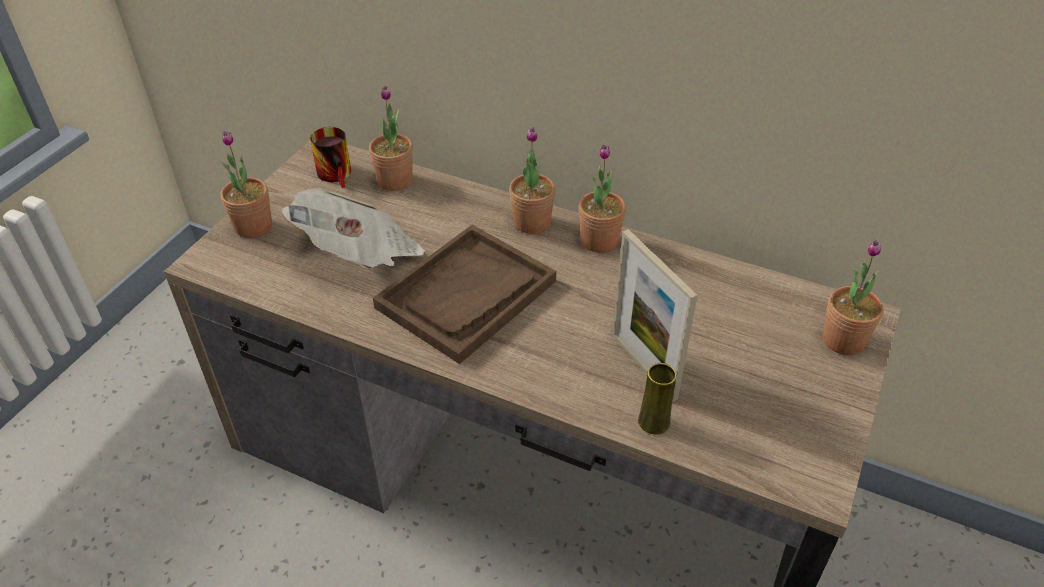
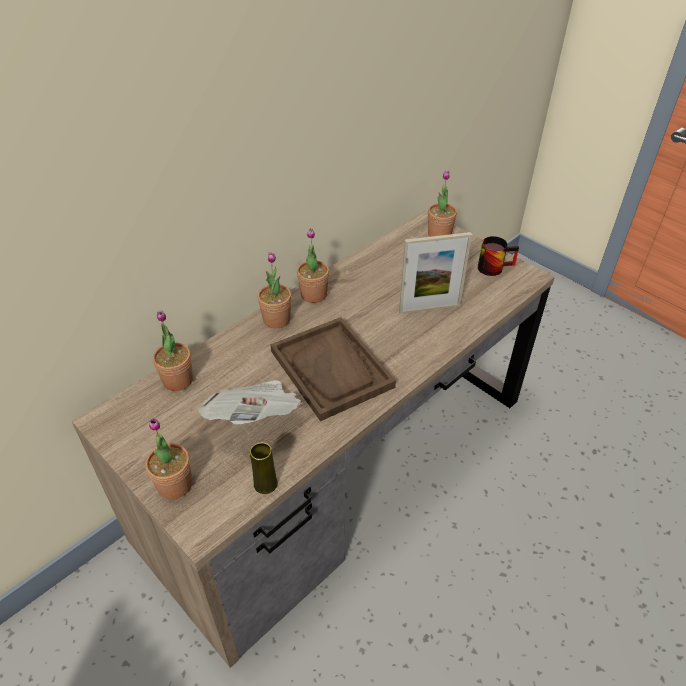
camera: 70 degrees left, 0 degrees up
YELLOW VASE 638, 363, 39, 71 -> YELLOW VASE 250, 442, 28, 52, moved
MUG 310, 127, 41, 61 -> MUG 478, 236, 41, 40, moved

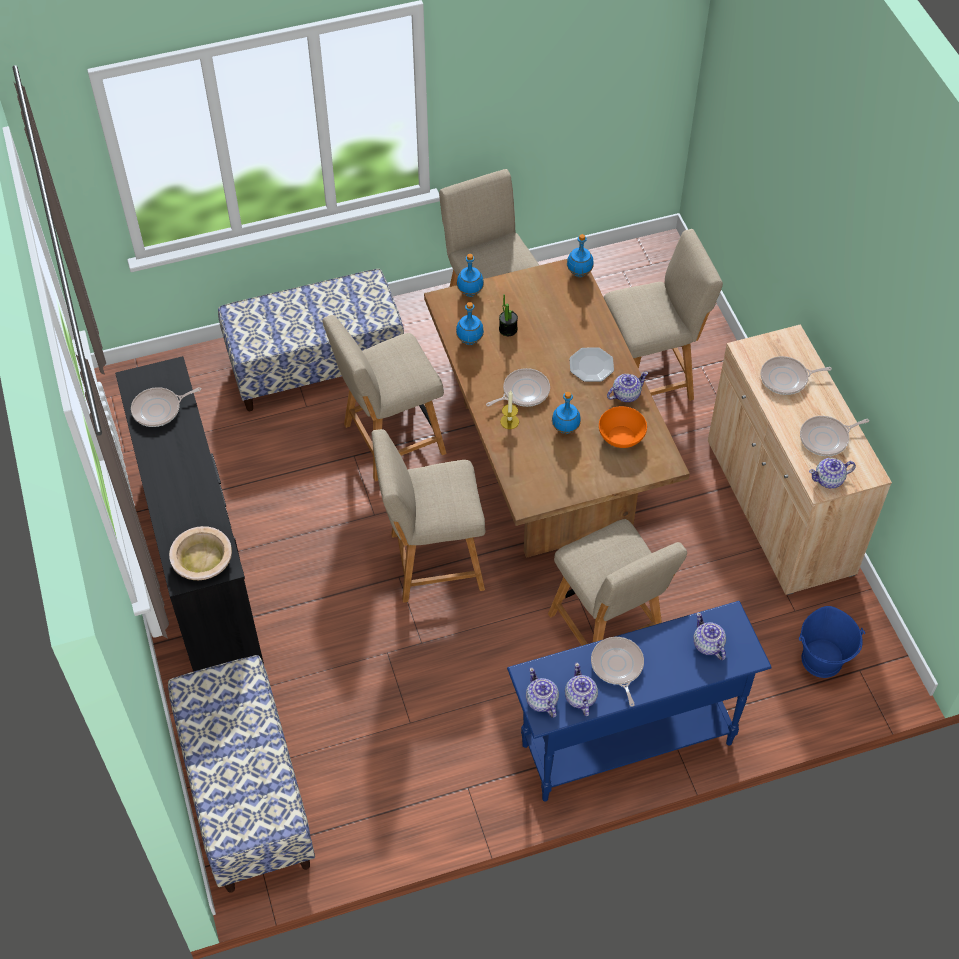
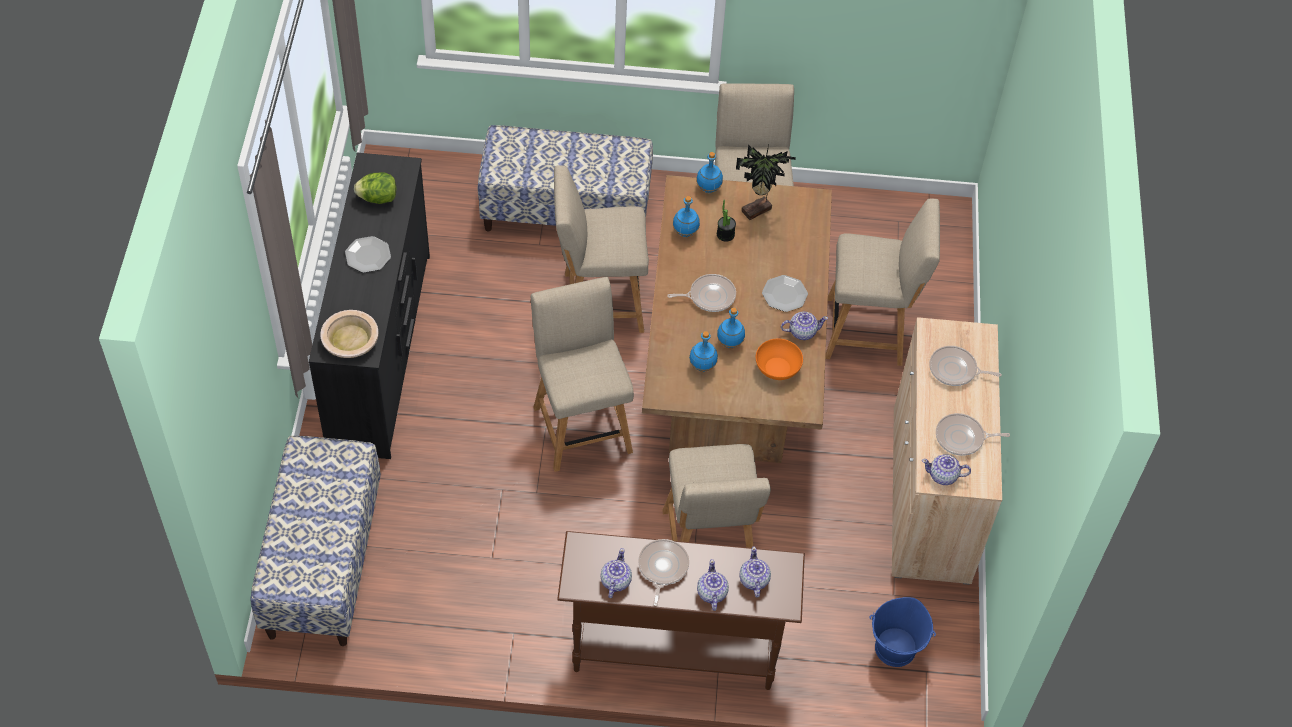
camera: 20 degrees right, 0 degrees up
none -> PLATE 345, 236, 46, 37
FRYING PAN 131, 387, 70, 40 -> LETTUCE 354, 172, 42, 32
BEIGE CHAIR 372, 429, 113, 174 -> BEIGE CHAIR 531, 277, 103, 195, 60 degrees clockwise
BLUE CONSOLE TABLE 507, 601, 265, 201 -> BROWN CONSOLE TABLE 557, 531, 248, 159
BLUE BOTTLE 567, 234, 26, 43 -> BLUE BOTTLE 689, 331, 29, 41, moved
TEAPOT 526, 667, 33, 51 -> TEAPOT 697, 559, 32, 52, moved
none -> POTTED PLANT 736, 145, 60, 75
CANDLE 500, 390, 19, 39 -> none

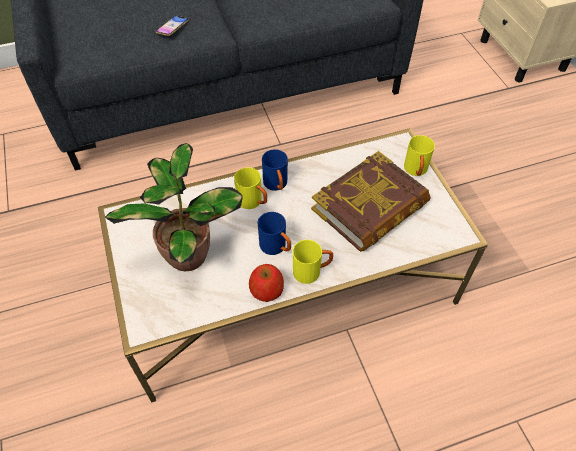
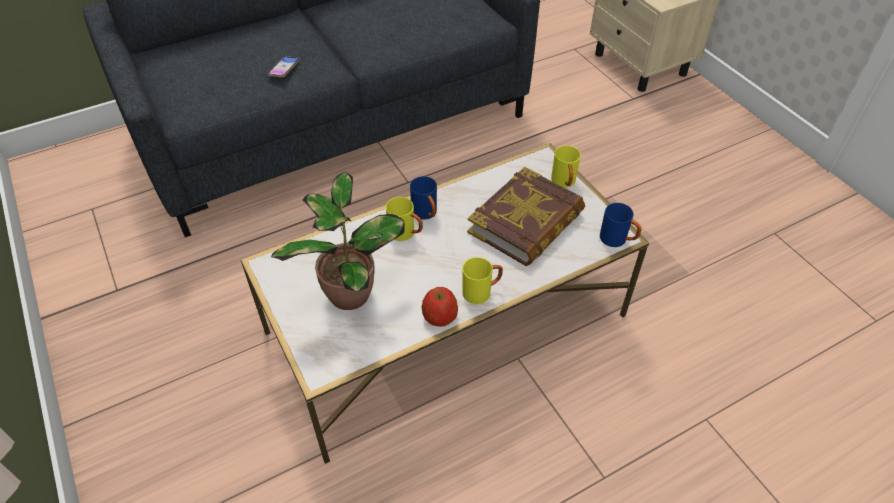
camera: 10 degrees left, 5 degrees down
BLUE MUG 258, 212, 33, 43 -> BLUE MUG 600, 203, 41, 44, moved

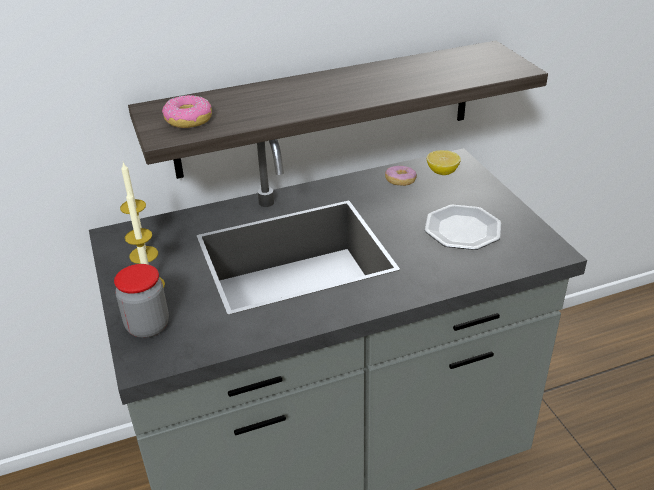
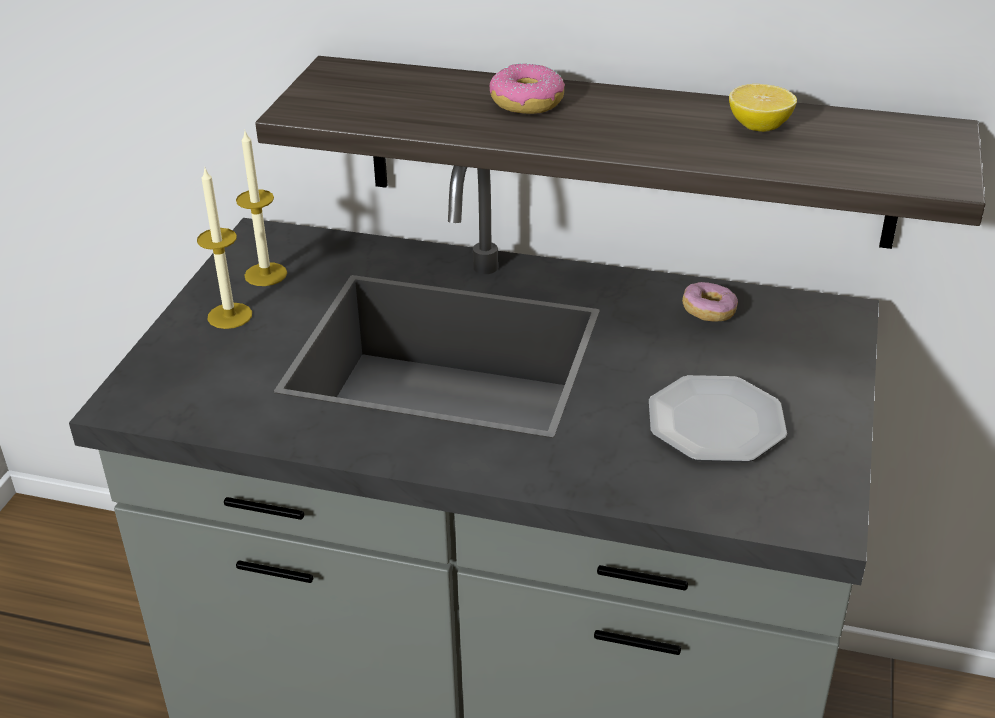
camera: 35 degrees right, 0 degrees up
DONUT 162, 95, 50, 33 -> DONUT 490, 63, 75, 51, moved
LEMON 427, 150, 34, 25 -> LEMON 729, 84, 68, 48, moved
JAR 114, 264, 55, 74 -> none

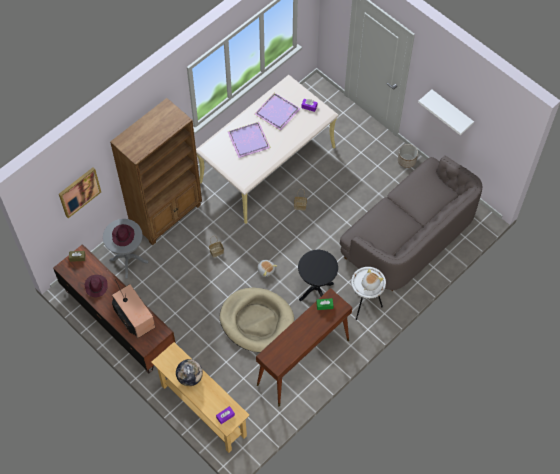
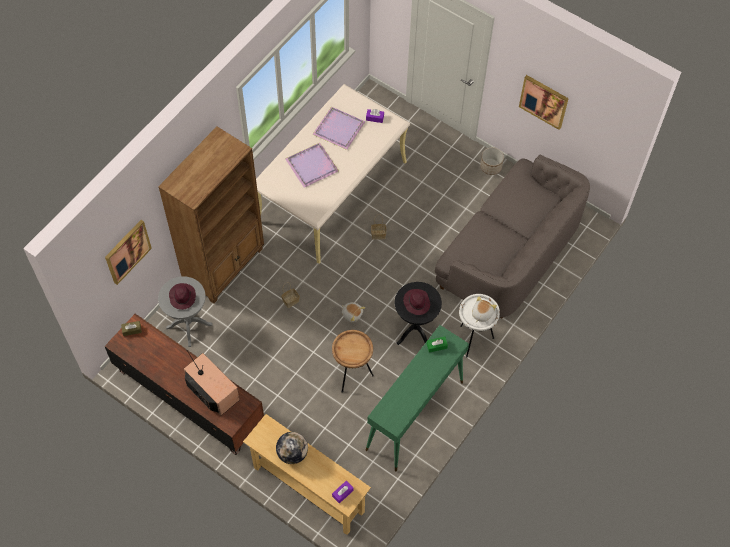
camera: 10 degrees left, 0 degrees up
BEIGE DOG BED 220, 287, 74, 65 -> BROWN SIDE TABLE 332, 330, 42, 63
BROWN CONSOLE TABLE 256, 288, 96, 118 -> GREEN CONSOLE TABLE 366, 325, 103, 146
PURPLE HAT 85, 275, 23, 22 -> PURPLE HAT 403, 289, 27, 26, moved
WHITE SHELF 418, 89, 56, 46 -> PICTURE 519, 75, 50, 55

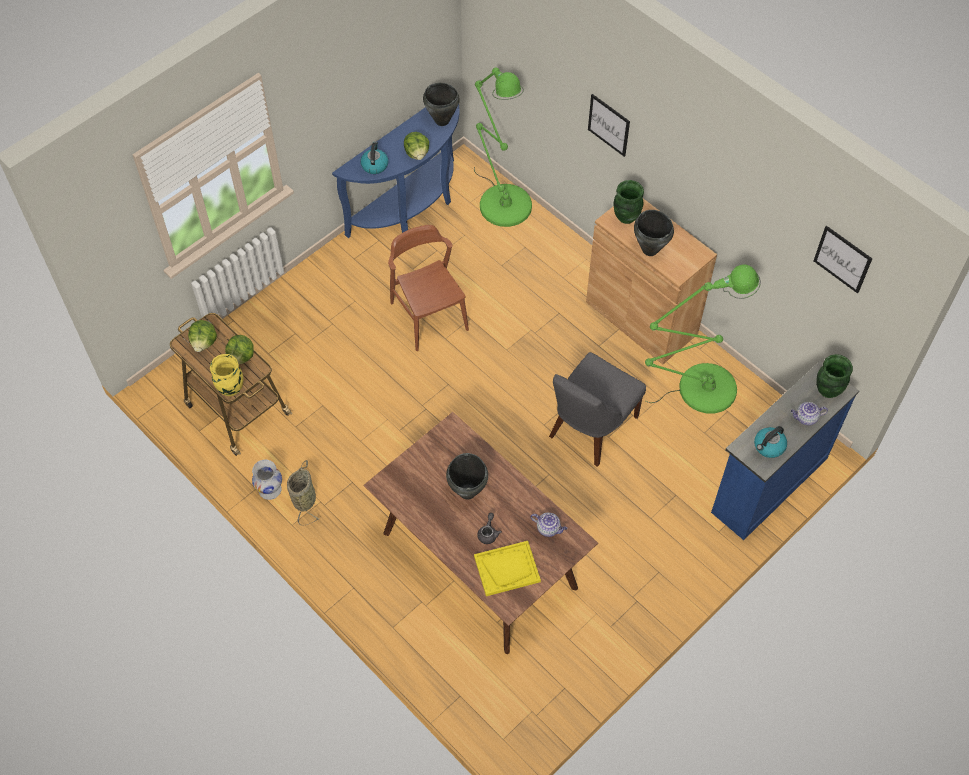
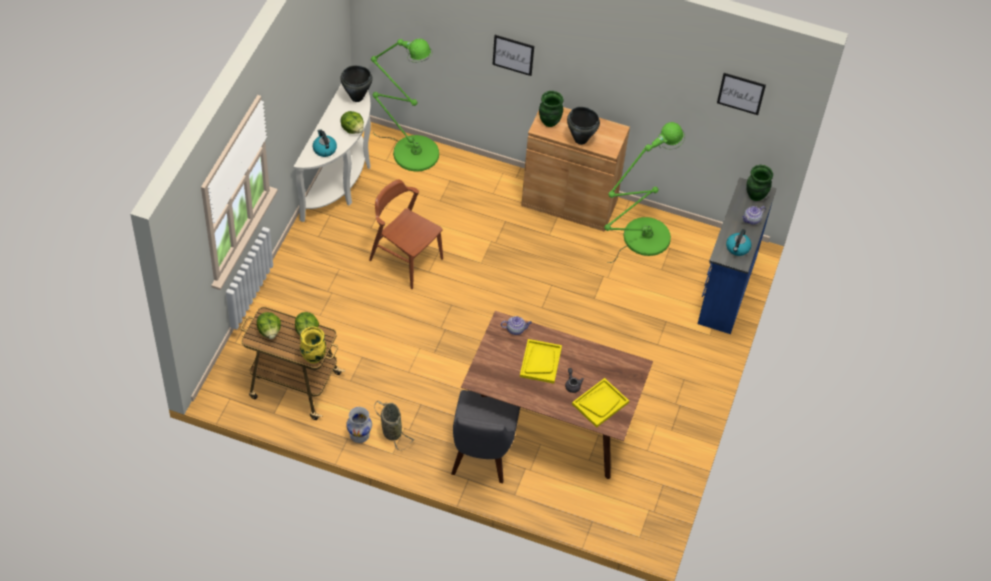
camera: 30 degrees left, 5 degrees down
BLUE CONSOLE TABLE 332, 105, 128, 133 -> WHITE CONSOLE TABLE 294, 84, 77, 138
GREY CHAIR 549, 352, 97, 115 -> GREY CHAIR 451, 390, 69, 93, moved
TEAPOT 531, 513, 36, 24 -> TEAPOT 501, 316, 31, 19, moved
BLACK COOKING POT 446, 453, 42, 47 -> YELLOW TRAY 520, 339, 42, 45

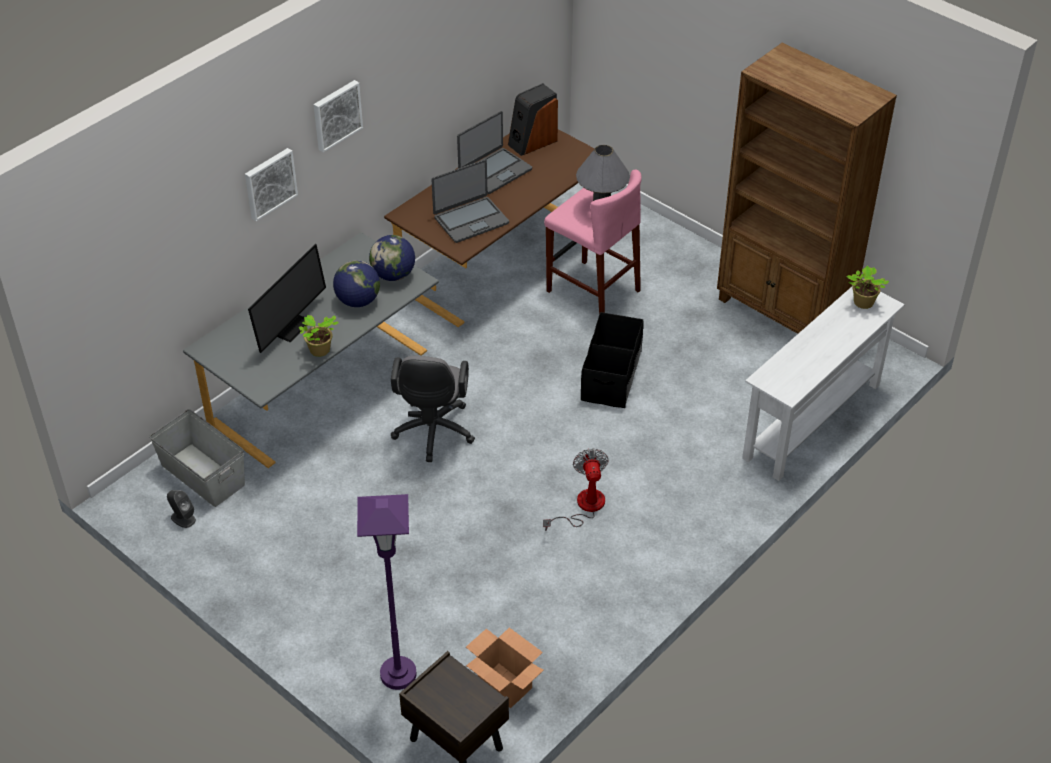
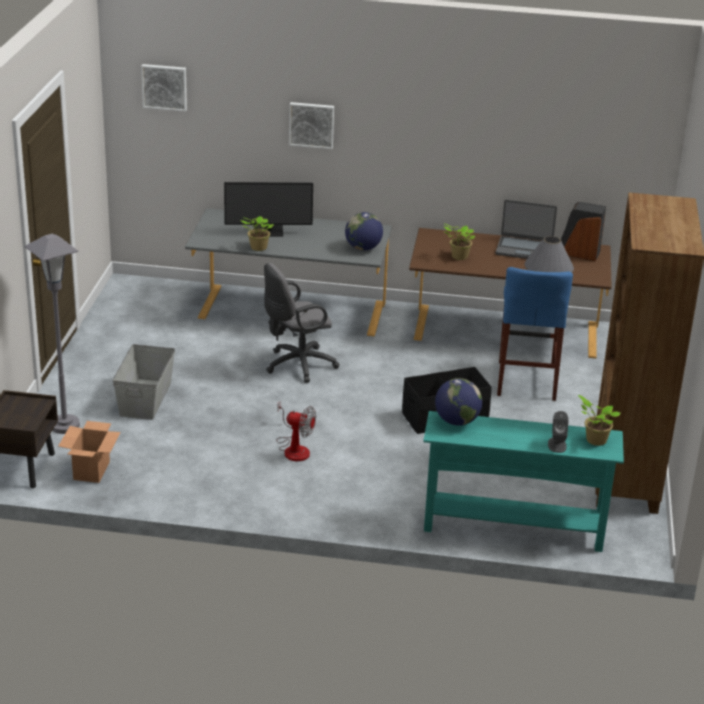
camera: 55 degrees right, 15 degrees down
PURPLE FLOOR LAMP 357, 494, 60, 196 -> GREY FLOOR LAMP 25, 233, 55, 201
GREY STORAGE BOX 149, 409, 96, 98 -> GREY STORAGE BOX 112, 344, 63, 76, moved
PICTURE 313, 80, 50, 73 -> PICTURE 141, 64, 46, 48, moved
FAN 543, 448, 66, 83 -> FAN 276, 401, 40, 60, 60 degrees clockwise
WHITE CONSOLE TABLE 742, 286, 163, 195 -> TURQUOISE CONSOLE TABLE 423, 411, 201, 141
GLOBE 333, 260, 47, 47 -> GLOBE 435, 378, 47, 48, moved
LAPTOP 431, 159, 78, 84 -> POTTED PLANT 443, 224, 32, 36
PINK STOOL 544, 170, 98, 144 -> BLUE STOOL 497, 267, 76, 134
GREY SPEAKER 167, 490, 29, 38 -> GREY SPEAKER 548, 411, 21, 42, moved

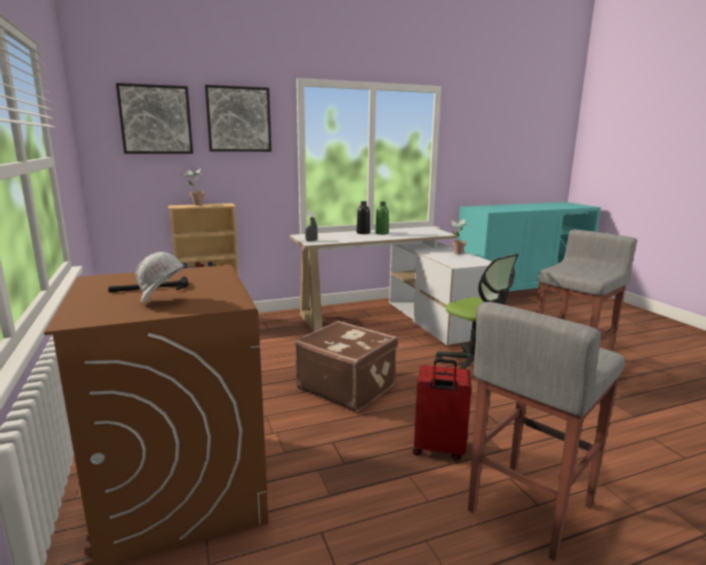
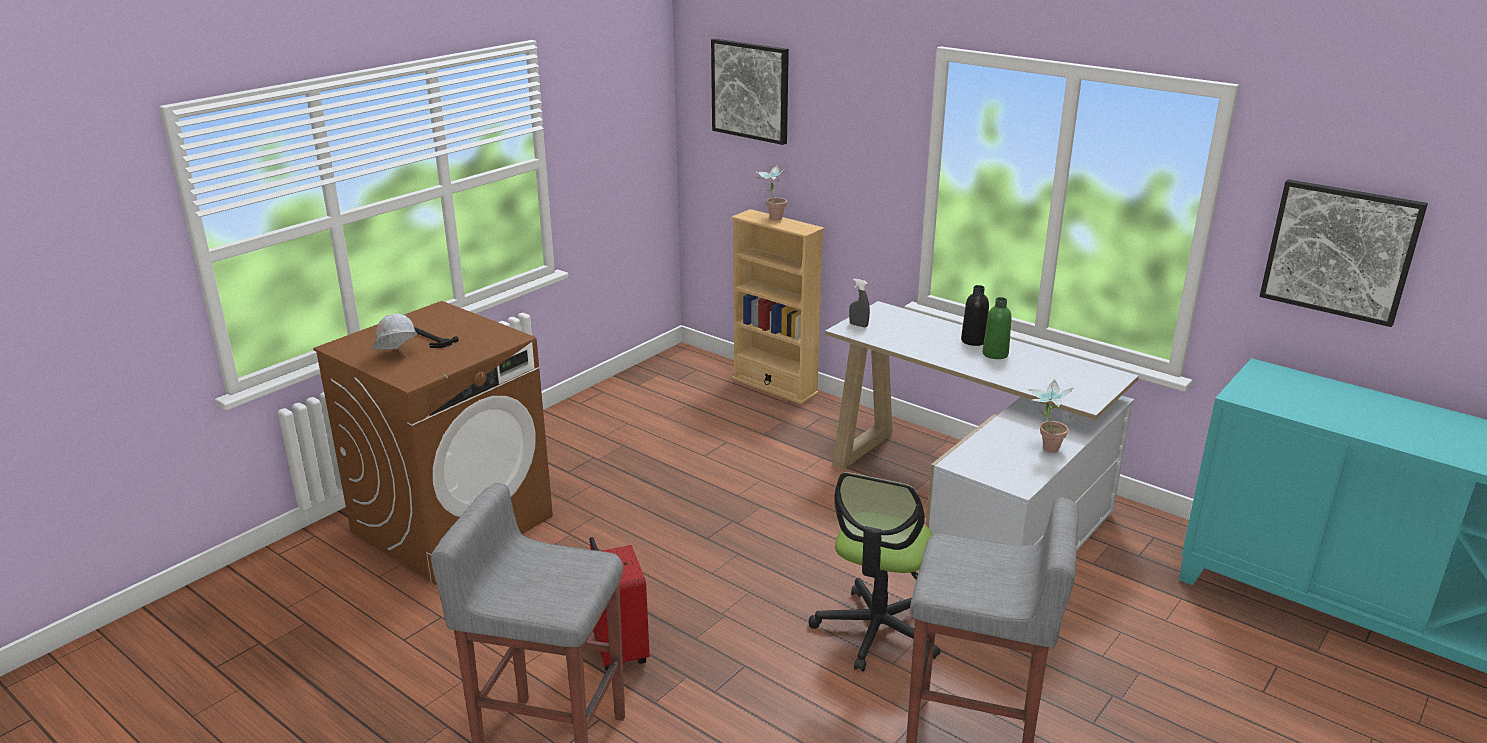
camera: 60 degrees right, 10 degrees up
PICTURE 205, 85, 66, 67 -> PICTURE 1259, 179, 169, 148, moved
BROWN SUITCASE 295, 321, 103, 91 -> none

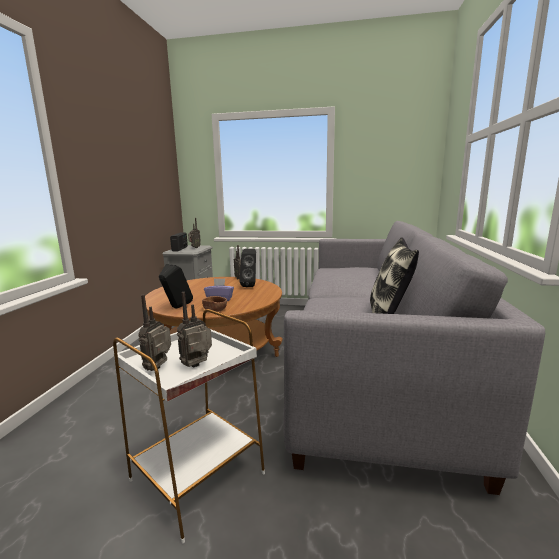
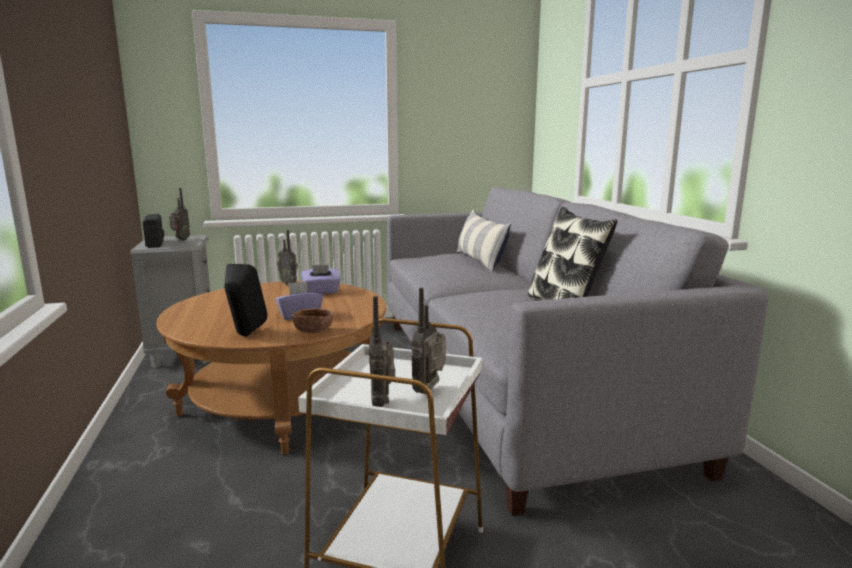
camera: 25 degrees left, 0 degrees up
BLACK SPEAKER 239, 249, 17, 38 -> PURPLE TISSUE BOX 301, 264, 40, 30
none -> PILLOW 457, 209, 54, 63

